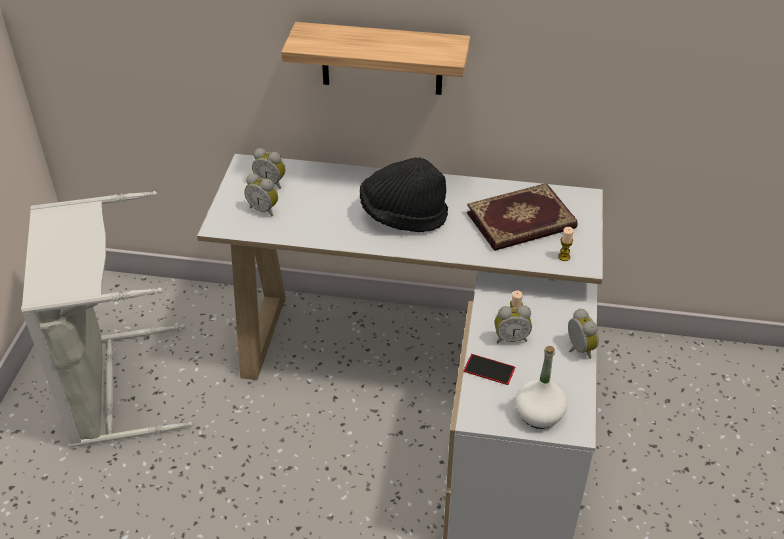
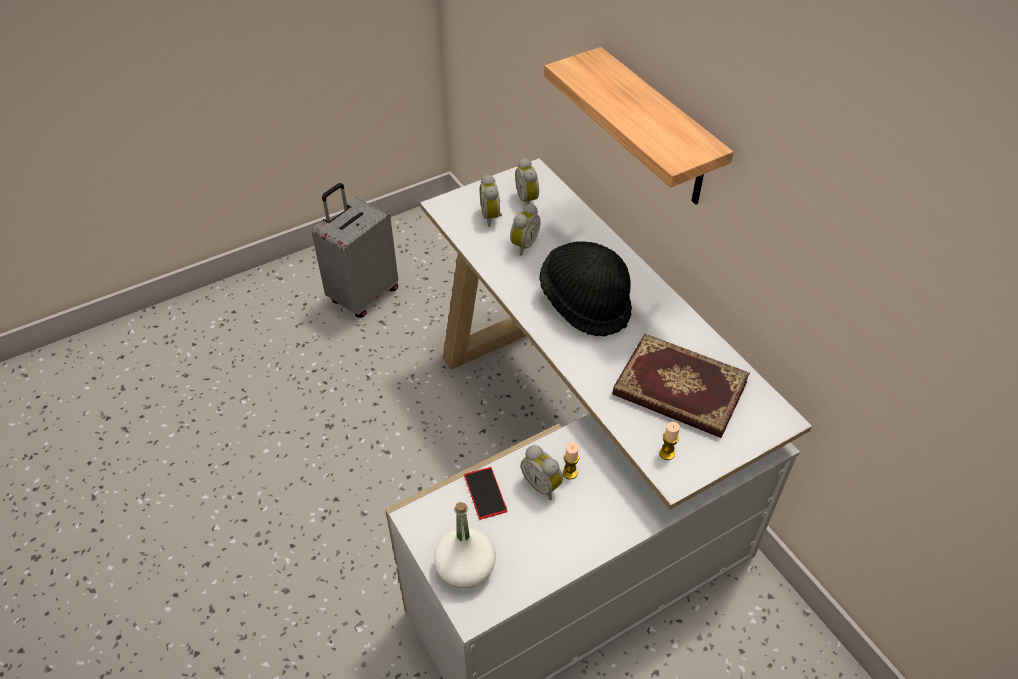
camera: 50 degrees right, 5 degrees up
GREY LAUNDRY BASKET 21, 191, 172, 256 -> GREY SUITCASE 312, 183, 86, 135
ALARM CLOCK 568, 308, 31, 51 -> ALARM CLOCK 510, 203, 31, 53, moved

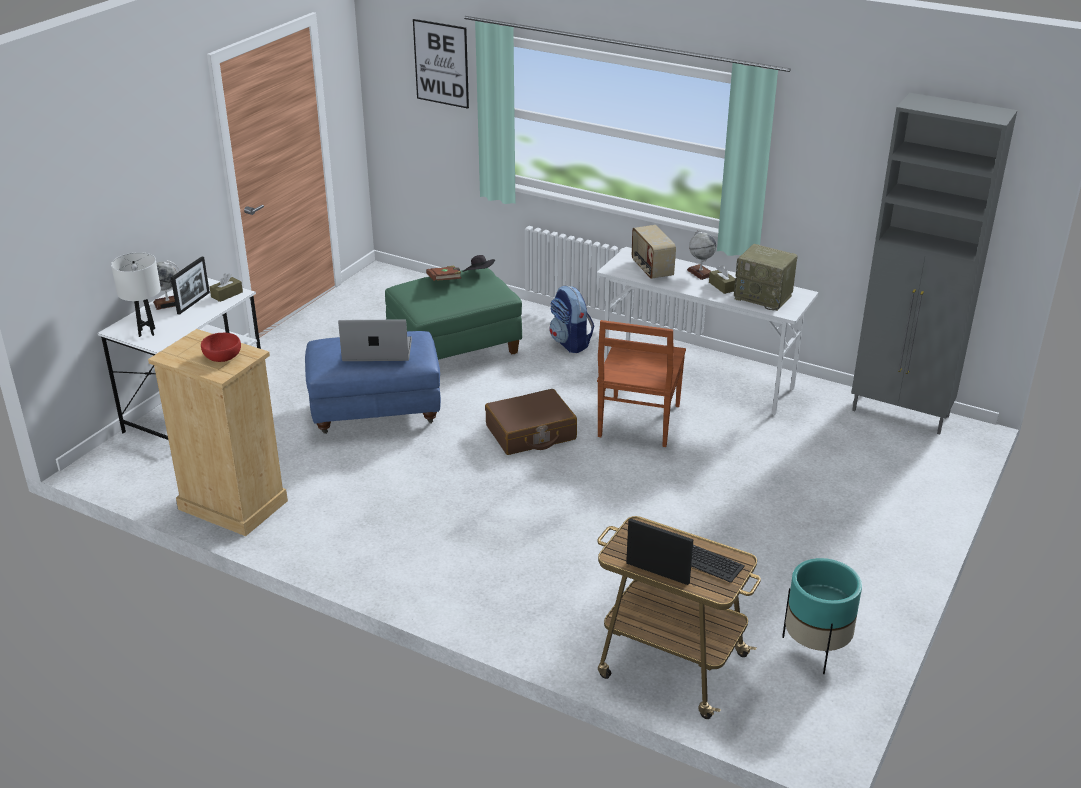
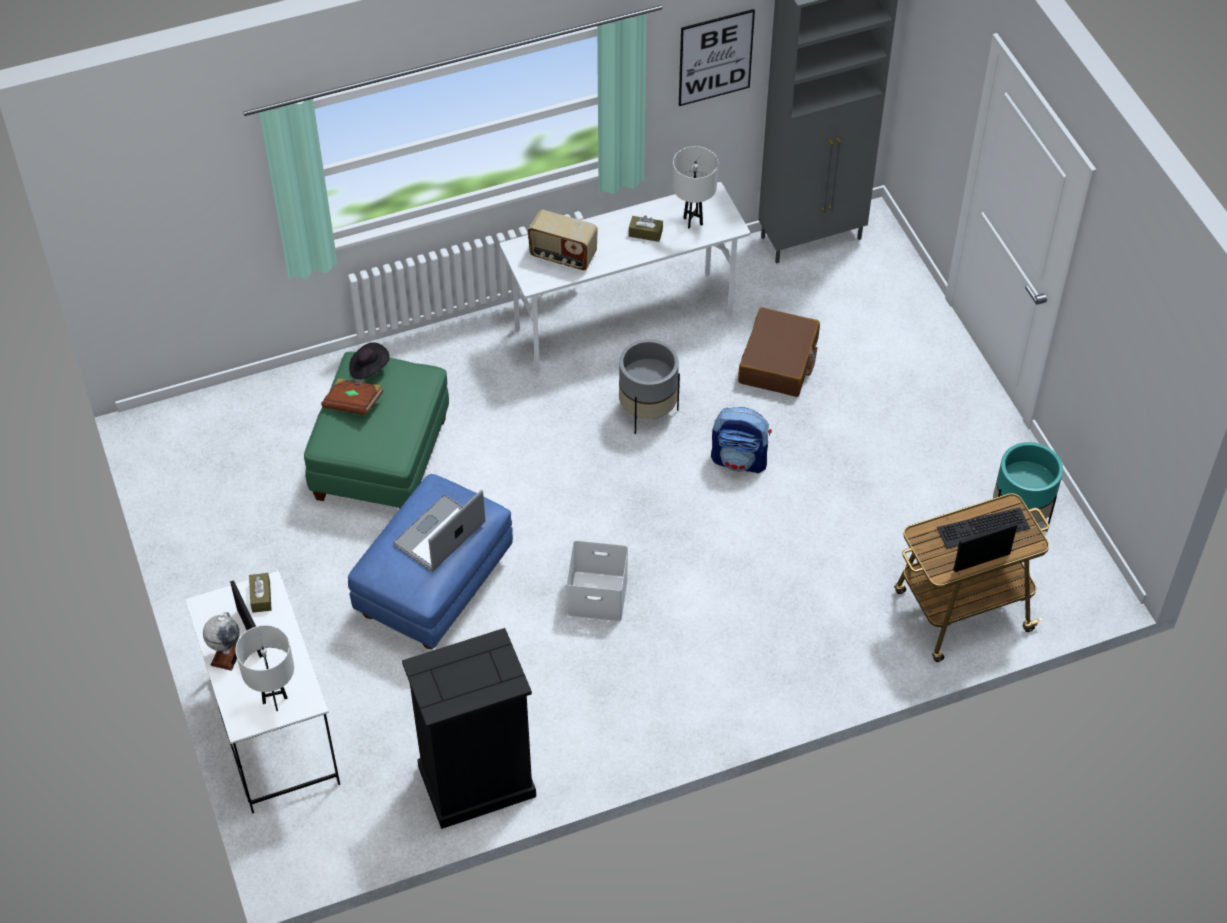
camera: 50 degrees left, 20 degrees up
BEIGE DRESSER 148, 329, 140, 207 -> BLACK DRESSER 402, 628, 134, 201
none -> WHITE STORAGE BOX 566, 541, 62, 81
BROWN CHAIR 597, 320, 89, 127 -> GREY PLANTER 619, 339, 61, 95
RADIO 734, 244, 64, 67 -> WHITE TABLE LAMP 673, 146, 45, 83
PICTURE 413, 19, 56, 90 -> PICTURE 679, 9, 76, 97, moved
BACKPACK 550, 286, 44, 67 -> BACKPACK 711, 407, 61, 66, moved
BROWN SUITCASE 485, 389, 92, 66 -> BROWN SUITCASE 738, 307, 82, 90, moved
RED BOWL 201, 333, 40, 29 -> none
GLOBE 687, 230, 29, 50 -> none

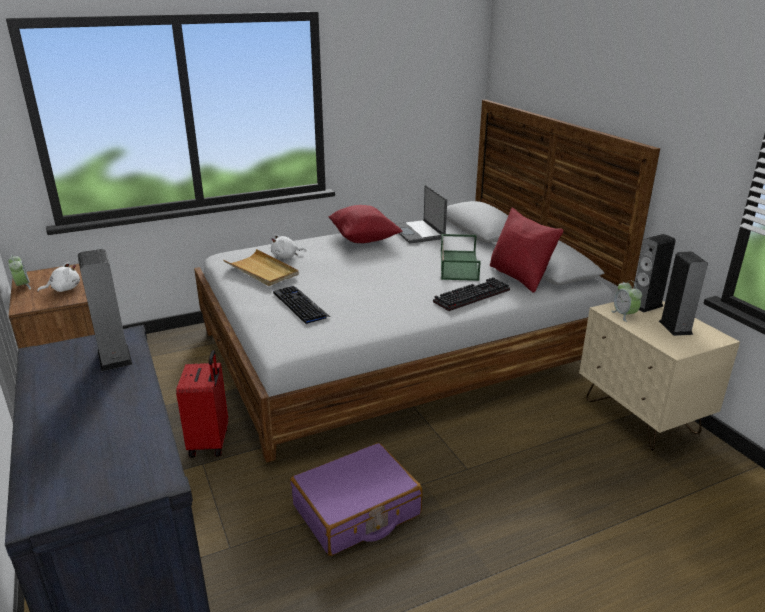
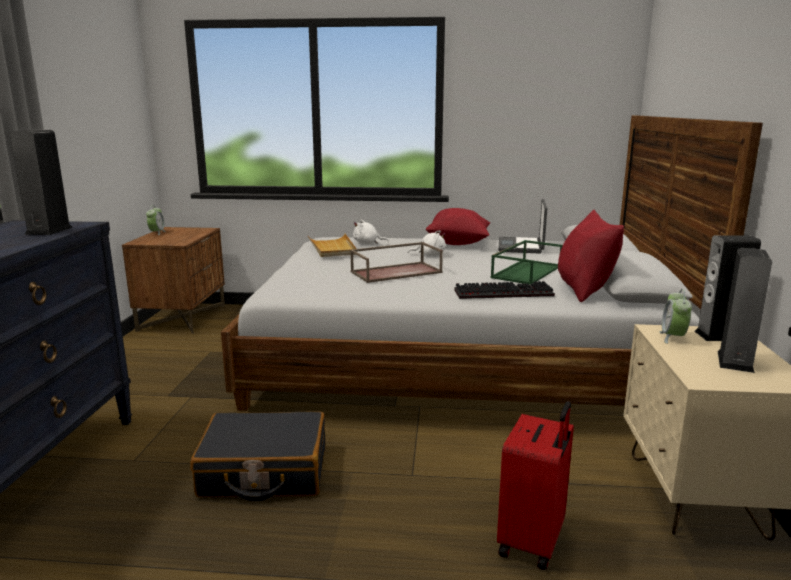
camera: 30 degrees right, 10 degrees down
PURPLE SUITCASE 290, 443, 132, 113 -> BLACK SUITCASE 190, 411, 136, 90
none -> BROWN TRAY 350, 242, 93, 41
WHITE PLUSH TOY 37, 262, 43, 30 -> WHITE PLUSH TOY 408, 230, 38, 26, moved
RED SUITCASE 176, 350, 52, 108 -> RED SUITCASE 497, 401, 77, 169, moved
KEYBOARD 273, 286, 57, 39 -> none

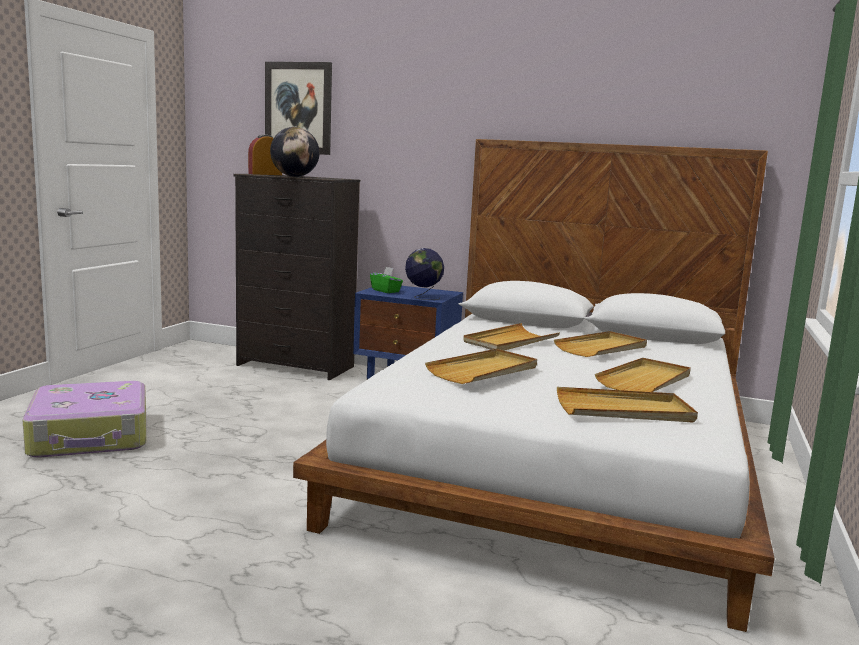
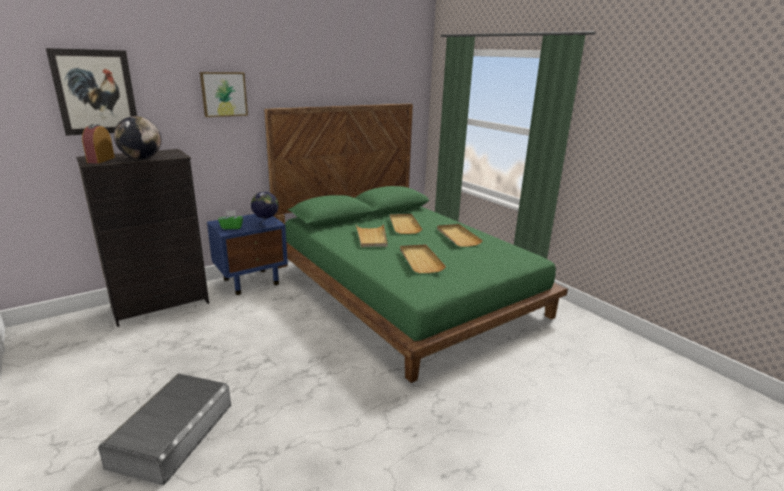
camera: 55 degrees left, 10 degrees up
SUITCASE 22, 381, 124, 77 -> GREY STORAGE BOX 98, 374, 133, 111
none -> PICTURE 200, 72, 48, 45
WHITE BED 293, 139, 482, 493 -> GREEN BED 264, 103, 304, 280
BEIGE TRAY 557, 387, 141, 35 -> none

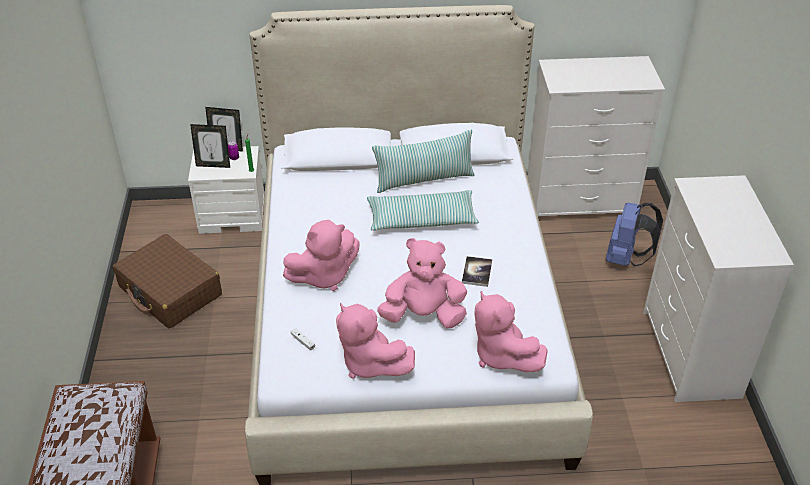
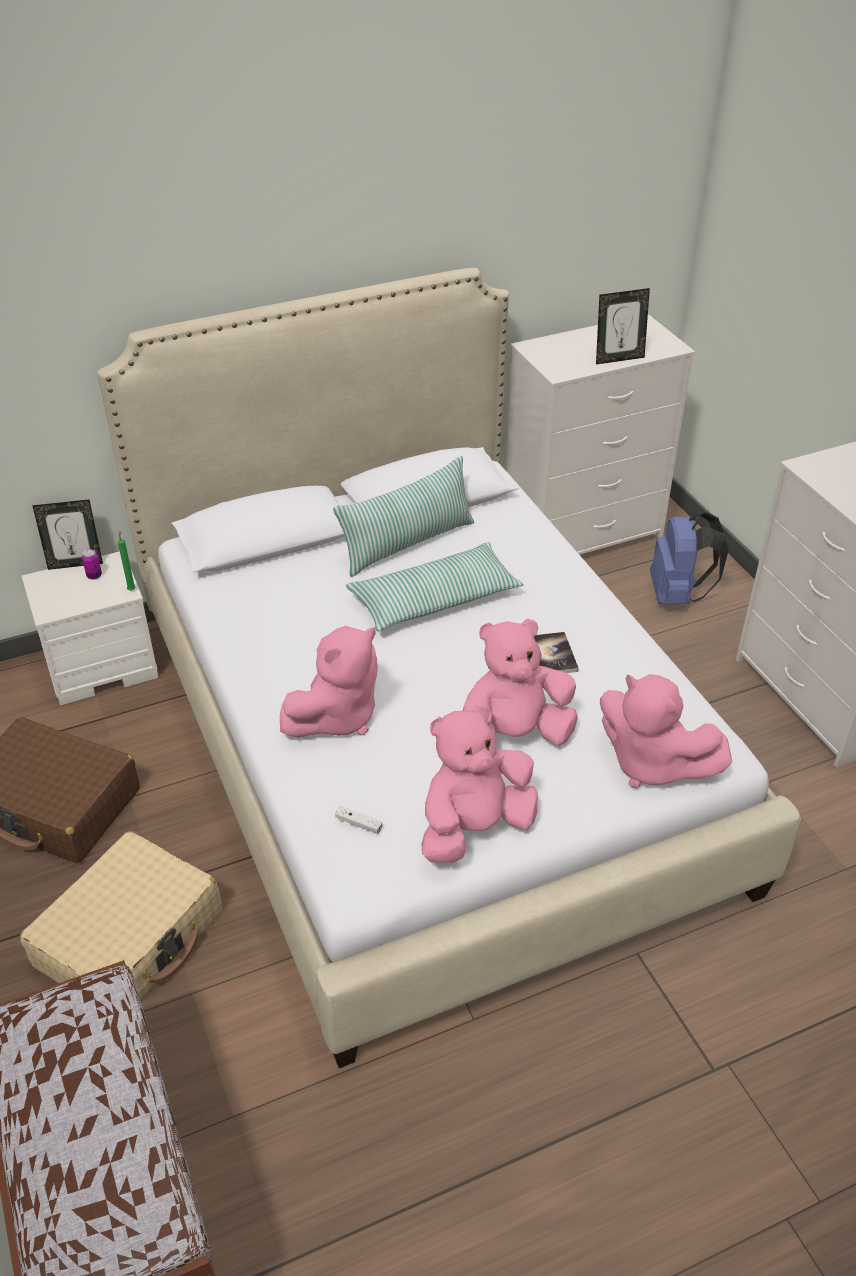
camera: 20 degrees left, 0 degrees up
none -> BEIGE SUITCASE 20, 831, 202, 168
PINK PLUSH TOY 336, 303, 79, 76 -> PINK PLUSH TOY 421, 704, 117, 159, 120 degrees clockwise
PICTURE FRAME 190, 124, 40, 44 -> PICTURE FRAME 596, 288, 54, 76, moved

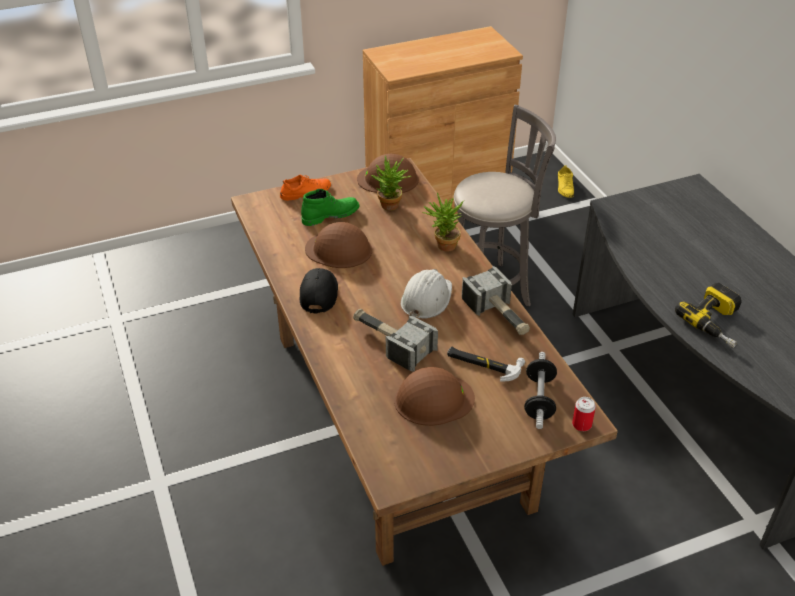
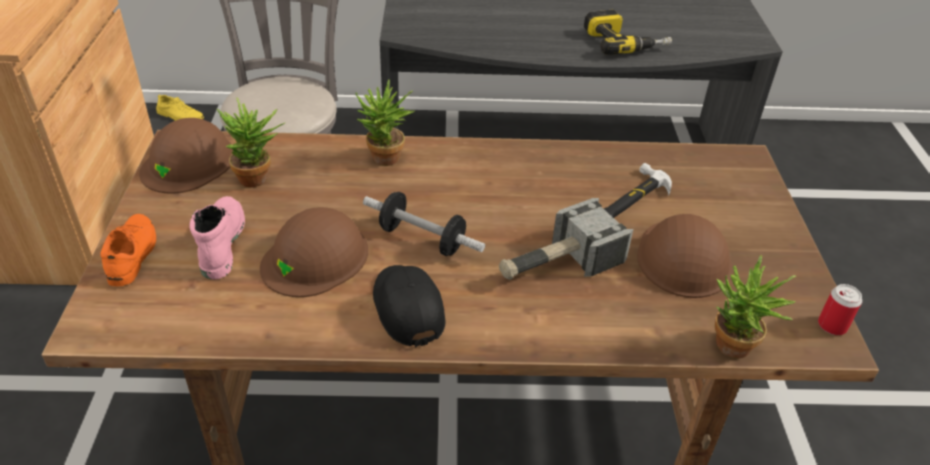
camera: 70 degrees left, 0 degrees up
GREEN BOOT 301, 189, 58, 37 -> PINK BOOT 189, 196, 56, 83
DUMBBELL 524, 352, 33, 77 -> DUMBBELL 363, 192, 122, 64, moved
BLACK CAP 300, 268, 38, 46 -> BLACK CAP 373, 265, 72, 82, 45 degrees clockwise
none -> POTTED PLANT 715, 255, 81, 104
CAN 572, 397, 24, 34 -> CAN 818, 284, 44, 51, moved
WHITE HARD HAT 401, 269, 51, 49 -> none
HAMMER 462, 266, 68, 69 -> none

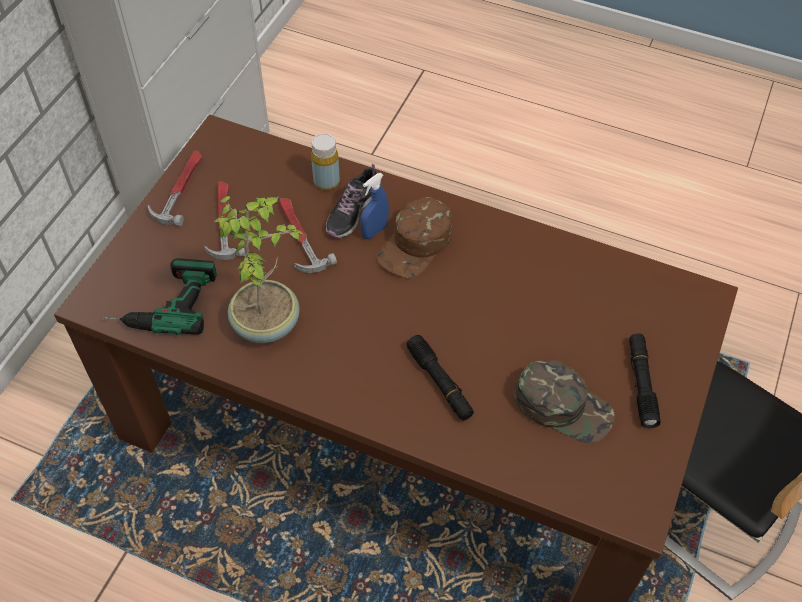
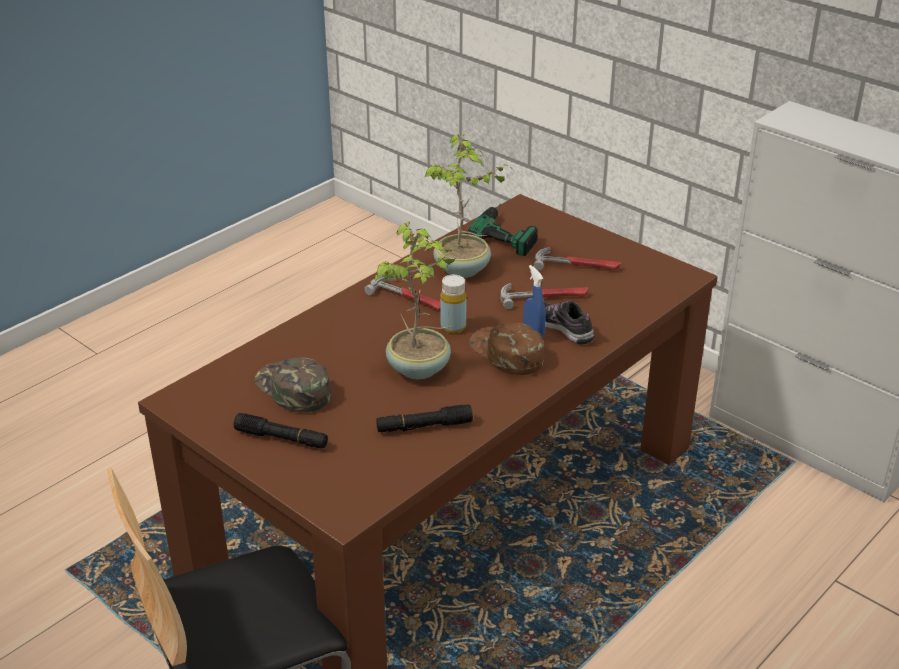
camera: 110 degrees right, 20 degrees down
GREEN CAP 514, 360, 101, 83 -> GREEN CAP 255, 357, 76, 56, 90 degrees clockwise
HAMMER 148, 151, 54, 75 -> HAMMER 364, 275, 76, 37, moved
none -> POTTED PLANT 374, 222, 90, 157
BLACK FLASHLIGHT 406, 335, 68, 86 -> BLACK FLASHLIGHT 376, 405, 97, 27, moved
YELLOW BOTTLE 311, 133, 29, 57 -> YELLOW BOTTLE 440, 275, 27, 58, moved

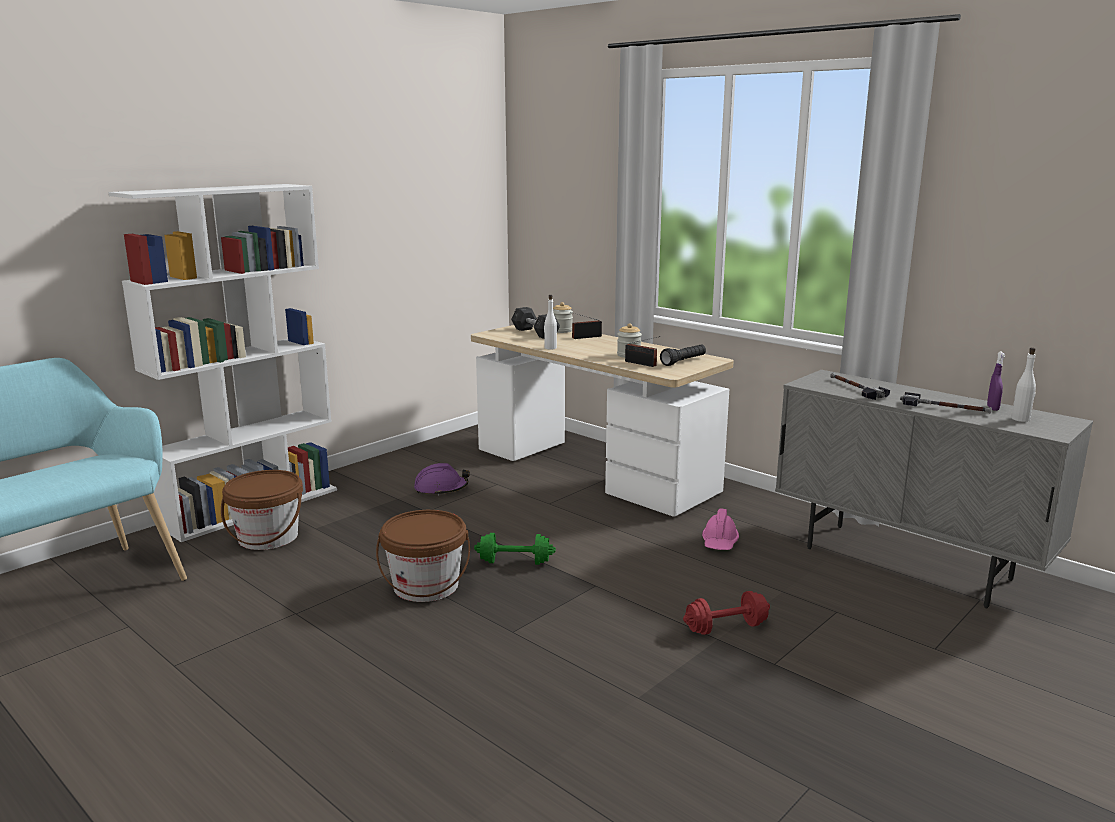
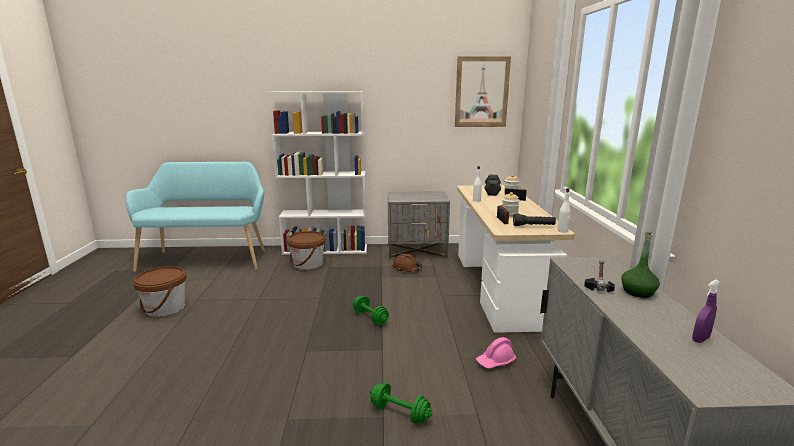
camera: 45 degrees right, 0 degrees up
BROWN BUCKET 376, 510, 94, 92 -> BROWN BUCKET 133, 266, 54, 51, moved
RED DUMBBELL 683, 591, 87, 44 -> GREEN DUMBBELL 370, 383, 63, 41
none -> GREY NIGHTSTAND 388, 191, 62, 68
PURPLE HARD HAT 414, 463, 56, 33 -> BROWN HARD HAT 393, 254, 29, 18
none -> PICTURE 455, 56, 56, 71
WHITE BOTTLE 1011, 347, 25, 75 -> WHITE BOTTLE 557, 188, 14, 45, moved
none -> GREEN BOTTLE 621, 231, 39, 67
HAMMER 900, 392, 92, 21 -> none

